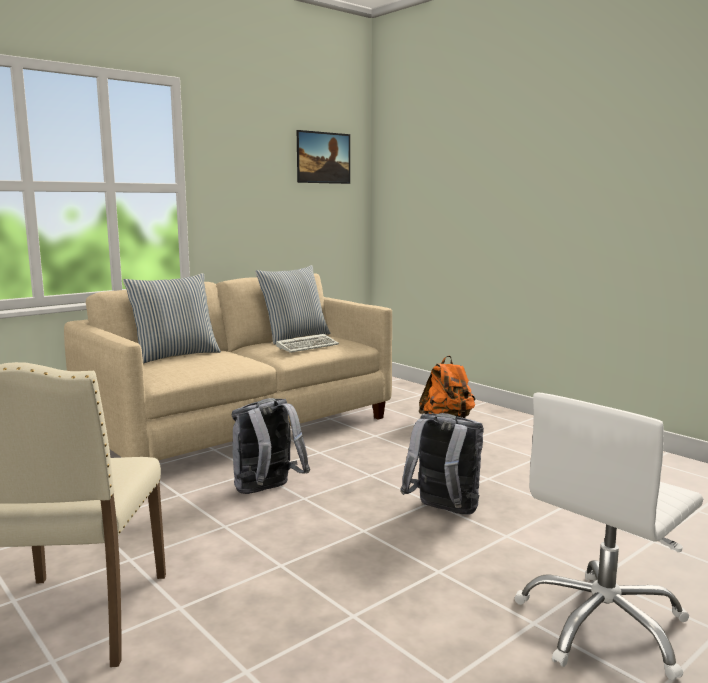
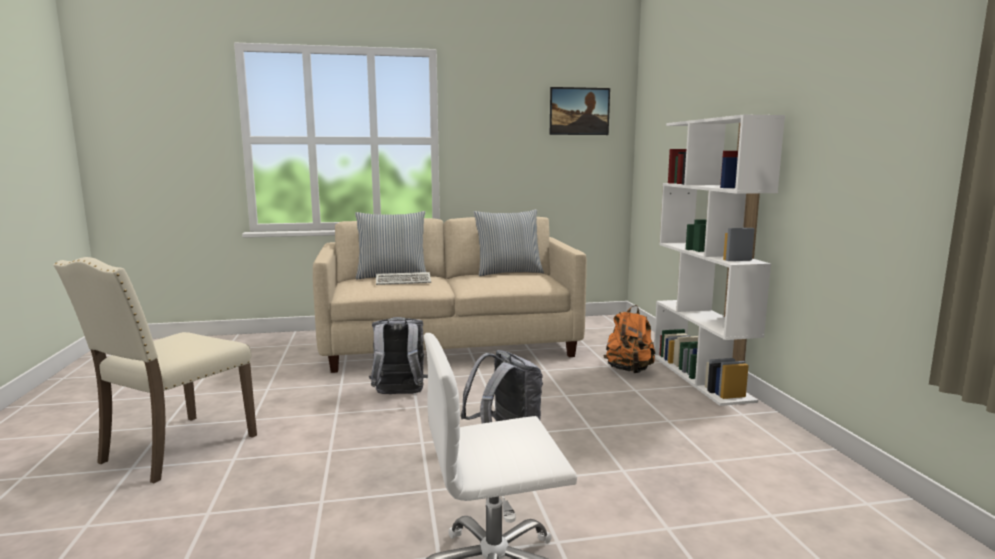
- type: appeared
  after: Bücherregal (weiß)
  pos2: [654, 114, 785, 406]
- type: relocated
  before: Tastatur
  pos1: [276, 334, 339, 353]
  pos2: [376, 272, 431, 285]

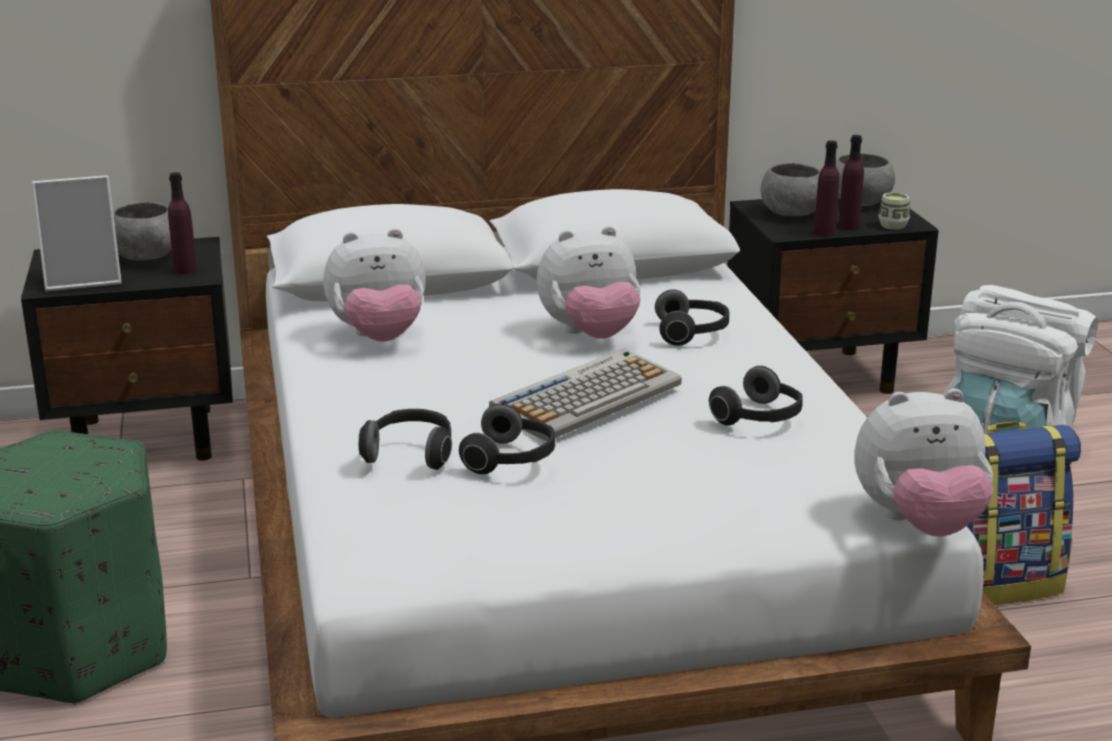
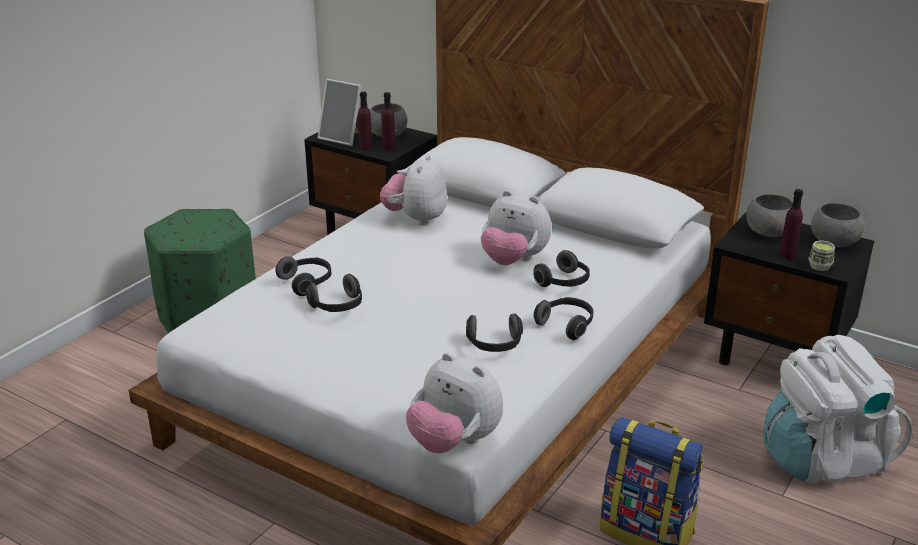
- type: missing
  before: Tastatur
  pos1: [489, 349, 682, 441]
- type: appeared
  after: Kopfhörer
  pos2: [534, 297, 593, 340]
- type: relocated
  before: Flasche (lila)
  pos1: [814, 140, 839, 237]
  pos2: [358, 91, 372, 150]
- type: spun
  before: Plüschtier
  pos1: [323, 228, 426, 342]
  pos2: [380, 155, 447, 226]
  turn: 75

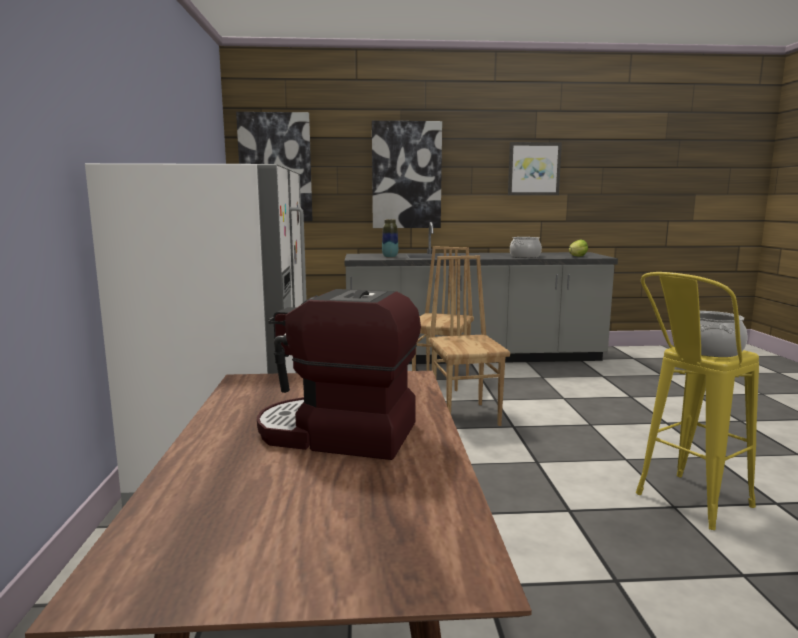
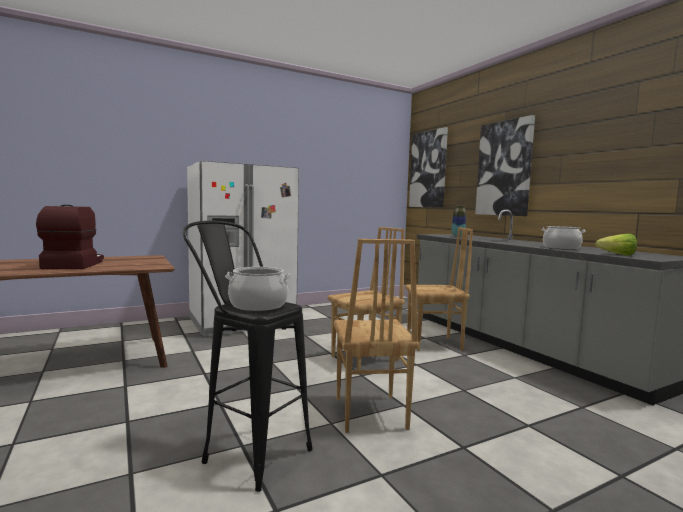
- type: missing
  before: Bild
  pos1: [508, 142, 562, 195]
- type: appeared
  after: Stuhl (braun)
  pos2: [334, 239, 420, 433]
- type: colour
  before: Hocker (gelb)
  after: Hocker (schwarz)
  pos1: [636, 272, 759, 530]
  pos2: [183, 221, 313, 492]

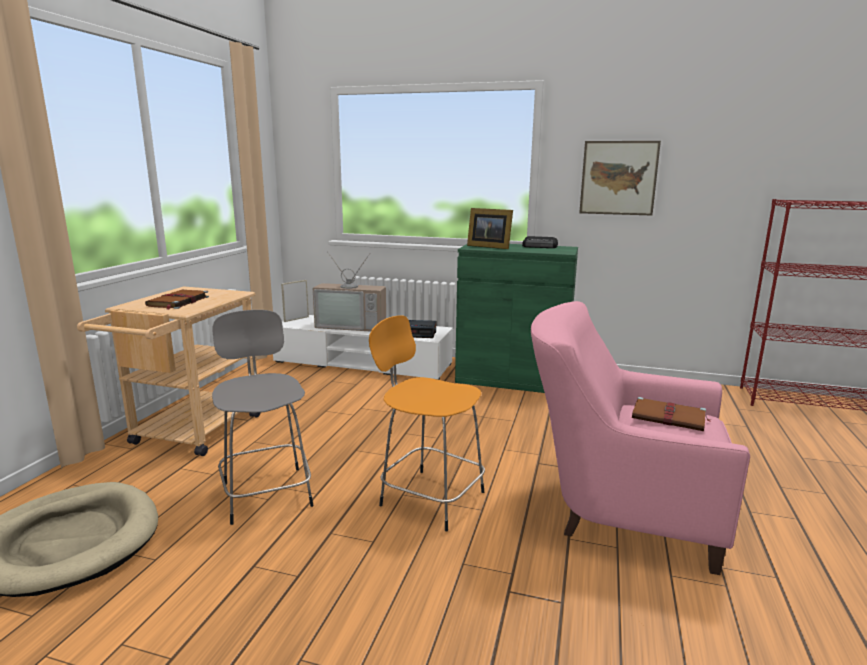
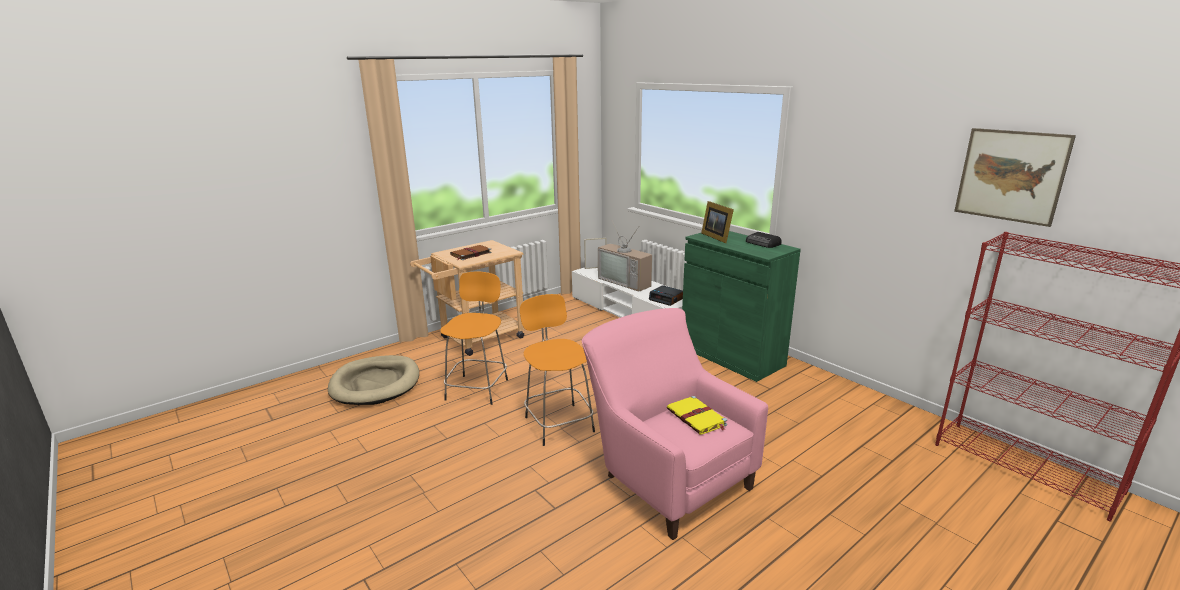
- type: relocated
  before: Bild
  pos1: [579, 141, 661, 216]
  pos2: [954, 128, 1076, 227]
- type: colour
  before: Hocker (grau)
  after: Hocker (orange)
  pos1: [212, 310, 313, 525]
  pos2: [440, 271, 508, 405]
- type: colour
  before: Buch (braun)
  after: Buch (gelb)
  pos1: [632, 397, 710, 431]
  pos2: [667, 396, 727, 435]

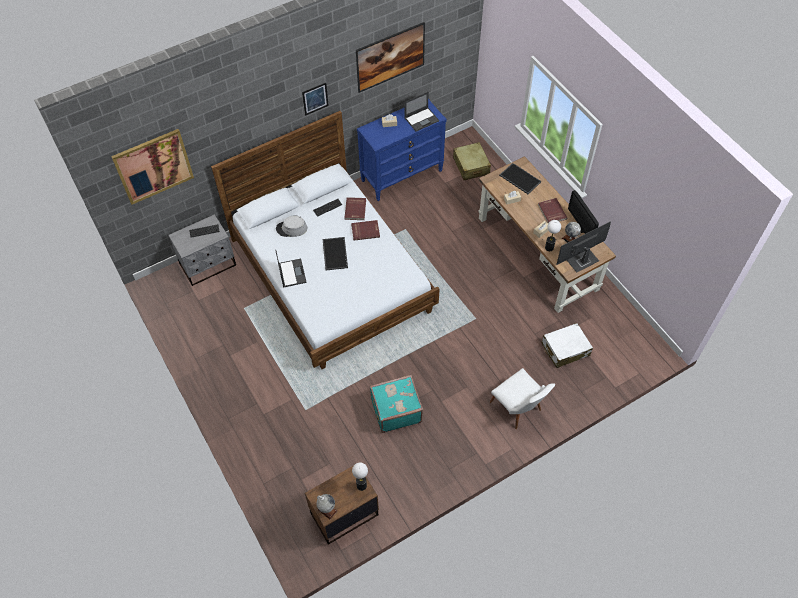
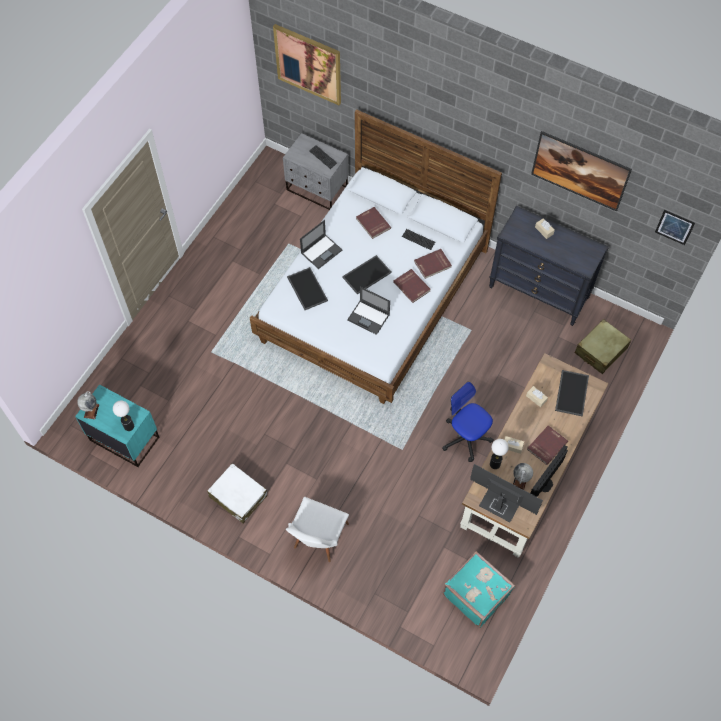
- type: appeared
  after: Tablett
  pos2: [287, 267, 328, 310]
- type: appeared
  after: Bürostuhl
  pos2: [442, 382, 493, 462]
- type: relocated
  before: Bild
  pos1: [302, 82, 329, 116]
  pos2: [655, 210, 695, 245]
- type: relocated
  before: Koffer (türkis)
  pos1: [370, 375, 423, 433]
  pos2: [443, 551, 515, 628]
- type: relocated
  before: Laptop
  pos1: [404, 92, 439, 132]
  pos2: [347, 286, 390, 335]
- type: relocated
  before: Koffer (weiß)
  pos1: [541, 323, 593, 368]
  pos2: [207, 463, 267, 524]
- type: exchanged
  before: Hut (grau)
  after: Buch (rot)
  pos1: [276, 216, 307, 237]
  pos2: [356, 207, 391, 239]
- type: colour
  before: Nachttisch (braun)
  after: Nachttisch (türkis)
  pos1: [305, 466, 379, 545]
  pos2: [75, 385, 159, 467]
- type: colour
  before: Kommode (blau)
  after: Kommode (schwarz)
  pos1: [357, 98, 447, 201]
  pos2: [489, 206, 609, 326]

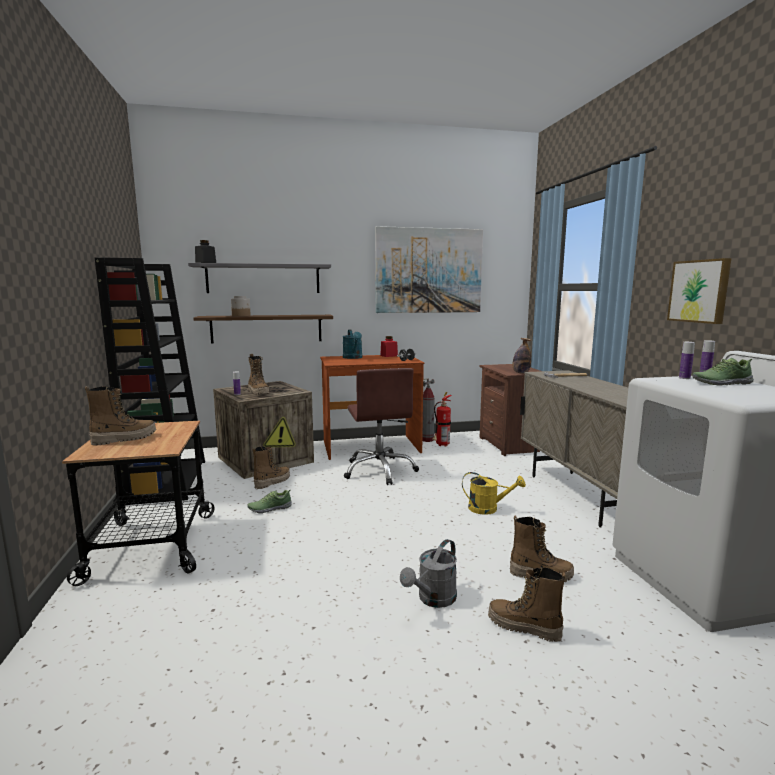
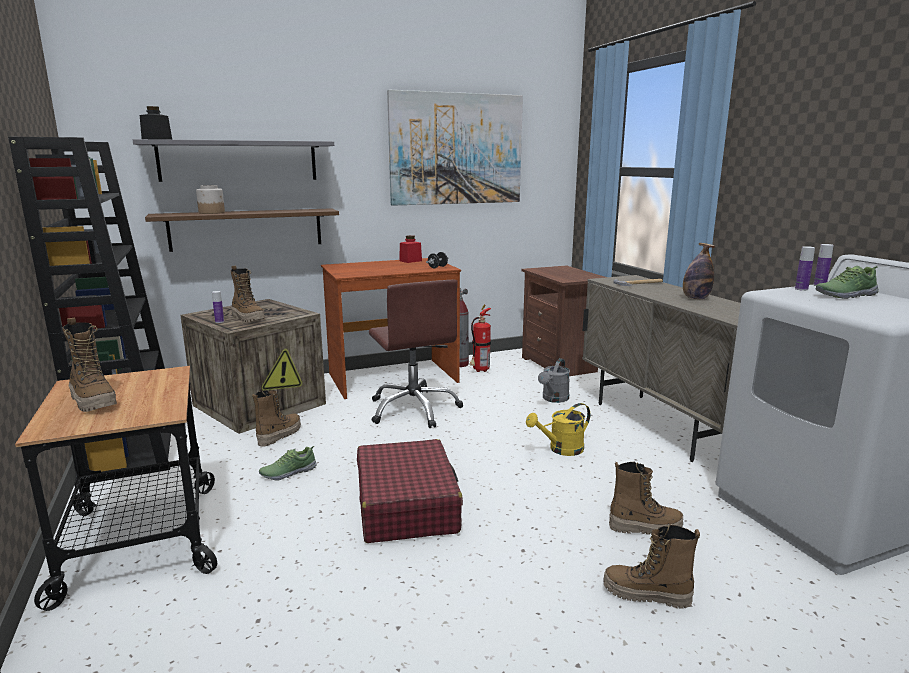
- type: missing
  before: Gießkanne (türkis)
  pos1: [342, 329, 362, 359]
- type: missing
  before: Bild
  pos1: [667, 258, 731, 324]
- type: appeared
  after: Koffer (rot)
  pos2: [357, 439, 463, 543]
- type: relocated
  before: Gießkanne (grau)
  pos1: [400, 539, 457, 608]
  pos2: [538, 358, 570, 403]
- type: relocated
  before: Flasche
  pos1: [513, 338, 531, 374]
  pos2: [683, 243, 715, 299]
- type: spun
  before: Stiefel
  pos1: [85, 386, 156, 446]
  pos2: [62, 318, 117, 412]
  turn: 90
- type: spun
  before: Gießkanne (gelb)
  pos1: [462, 472, 526, 515]
  pos2: [526, 403, 590, 456]
  turn: 150

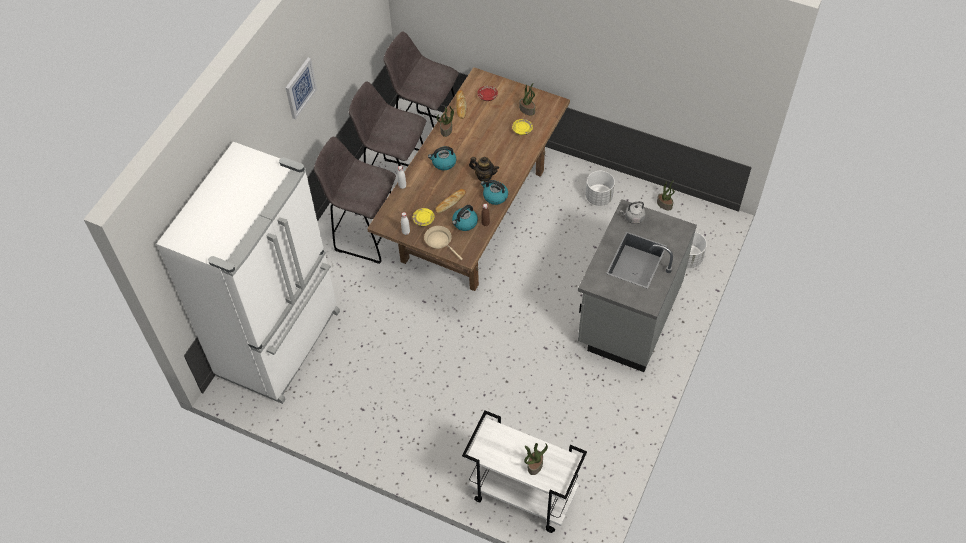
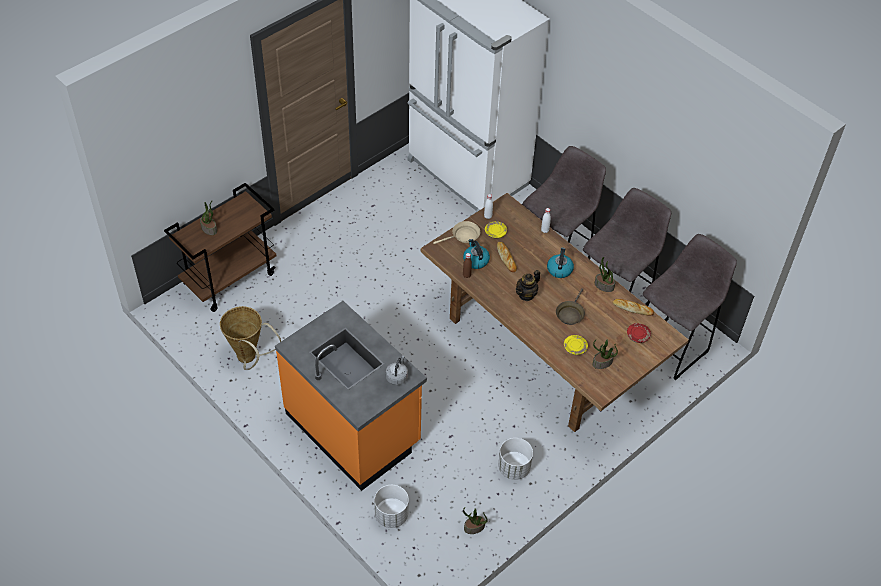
- type: missing
  before: Bild
  pos1: [285, 58, 317, 119]
- type: missing
  before: Wasserkessel
  pos1: [480, 180, 508, 205]
- type: appeared
  after: Korb
  pos2: [220, 306, 281, 370]
- type: appeared
  after: Pfanne (braun)
  pos2: [556, 288, 585, 325]
- type: colour
  before: Rollwagen (weiß)
  after: Rollwagen (braun)
  pos1: [462, 410, 587, 533]
  pos2: [164, 183, 277, 312]
- type: colour
  before: Küchenzeile (grau)
  after: Küchenzeile (orange)
  pos1: [578, 199, 697, 372]
  pos2: [275, 301, 427, 491]

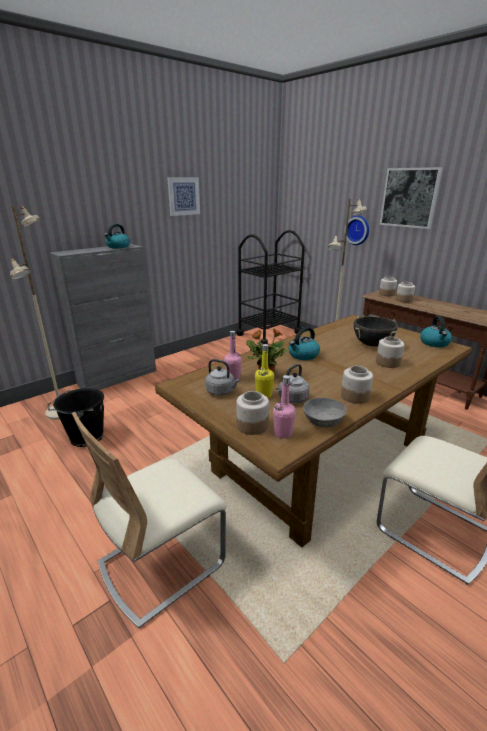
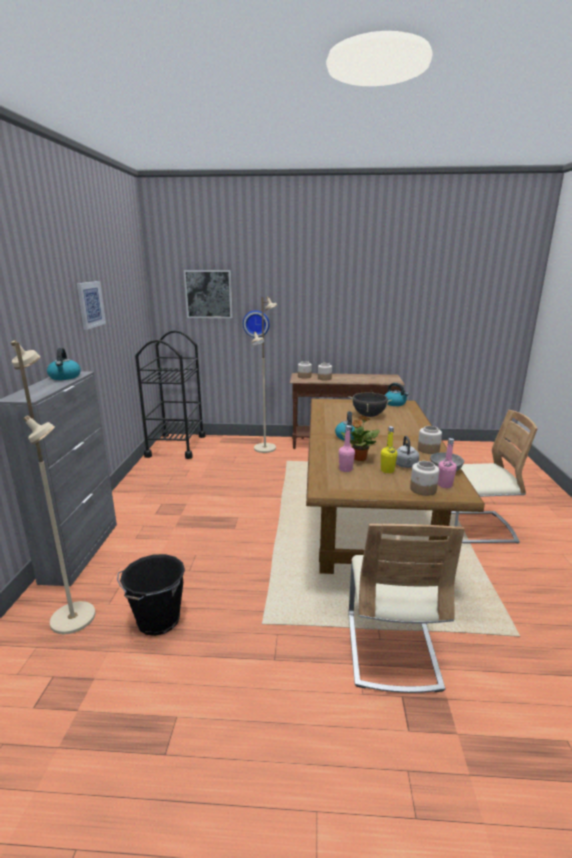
- type: missing
  before: Wasserkessel (grau)
  pos1: [205, 359, 240, 396]
- type: missing
  before: Vorratsglas
  pos1: [376, 336, 404, 368]
- type: relocated
  before: Bild
  pos1: [379, 167, 443, 229]
  pos2: [184, 270, 233, 318]

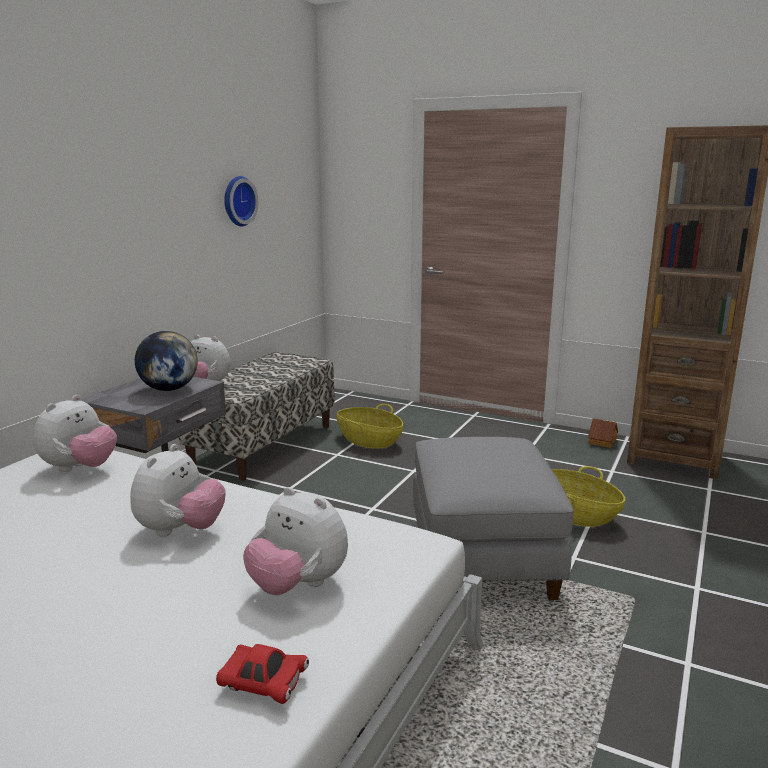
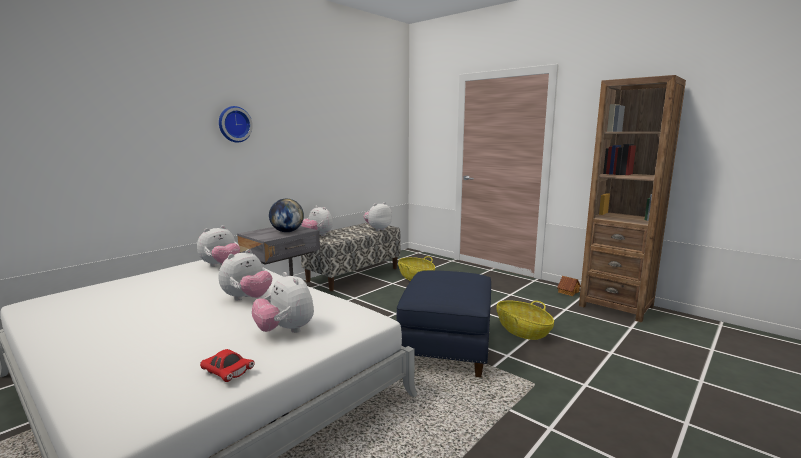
- type: appeared
  after: Plüschtier
  pos2: [364, 202, 392, 231]
- type: relocated
  before: Wanduhr
  pos1: [224, 176, 258, 226]
  pos2: [219, 106, 253, 142]
- type: colour
  before: Polsterhocker (grau)
  after: Polsterhocker (blau)
  pos1: [413, 437, 574, 600]
  pos2: [397, 270, 491, 377]

